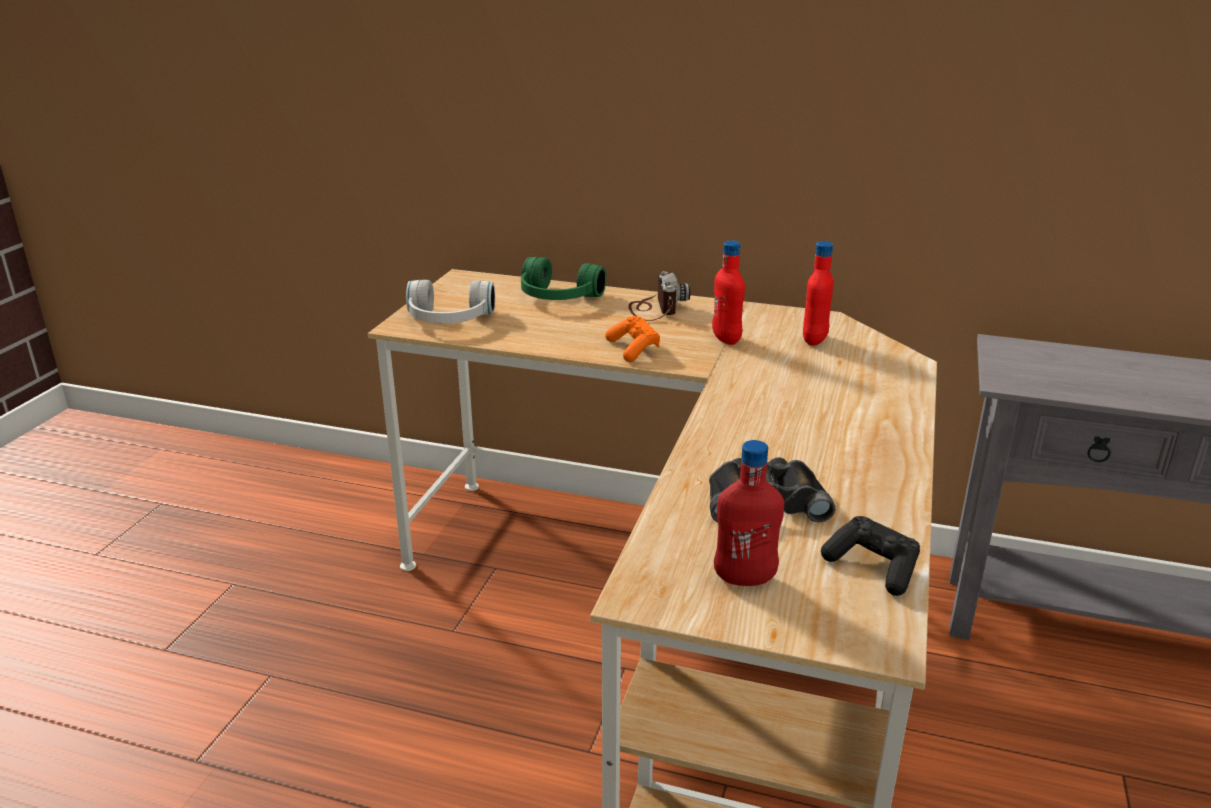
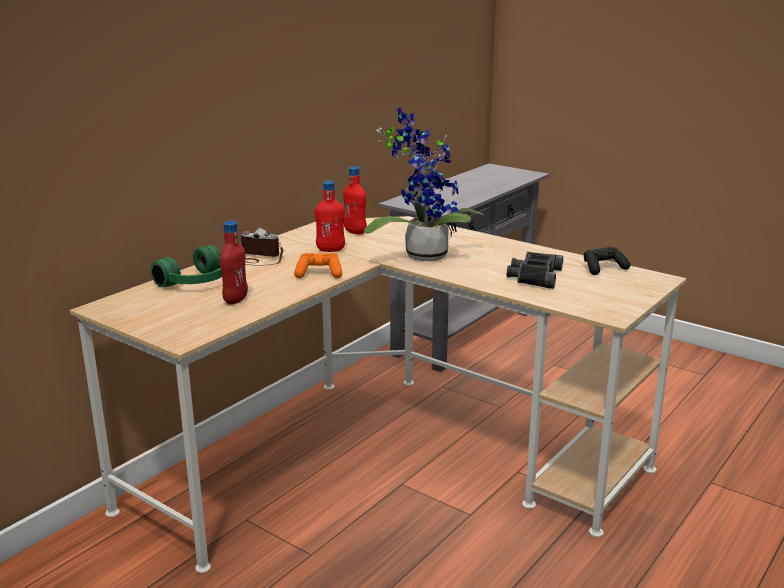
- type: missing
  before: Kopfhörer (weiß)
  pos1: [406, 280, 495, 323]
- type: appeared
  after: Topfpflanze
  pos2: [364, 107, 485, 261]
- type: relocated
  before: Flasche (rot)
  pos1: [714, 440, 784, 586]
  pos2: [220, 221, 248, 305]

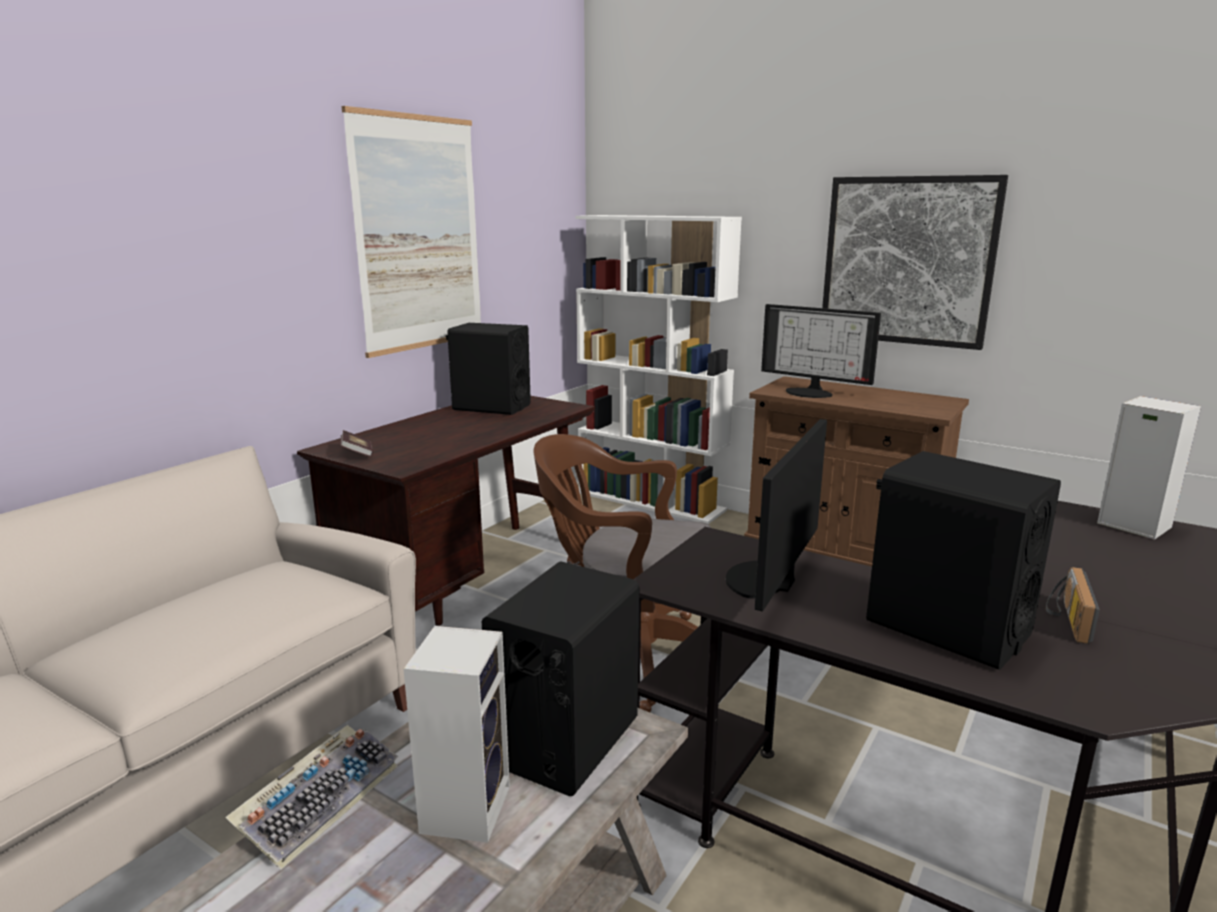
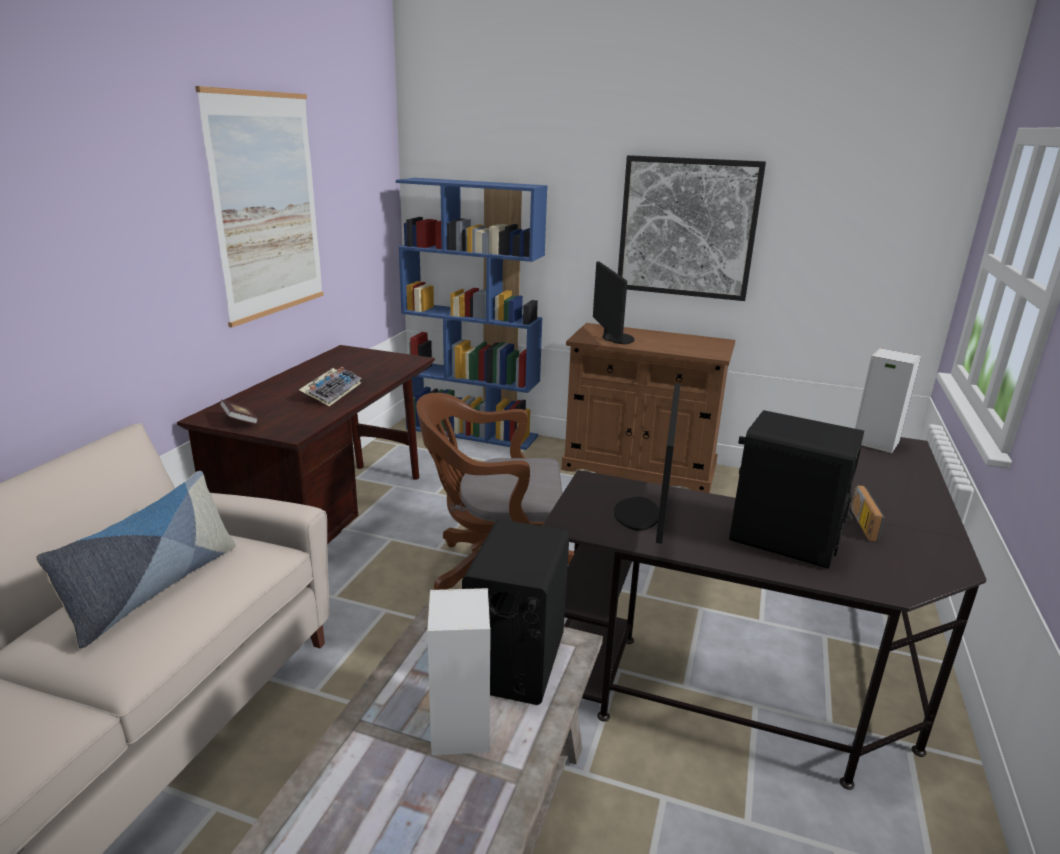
- type: missing
  before: Lautsprecher (schwarz)
  pos1: [446, 323, 531, 415]
- type: appeared
  after: Kissen
  pos2: [36, 471, 236, 648]
- type: relocated
  before: Tastatur
  pos1: [225, 725, 398, 870]
  pos2: [299, 367, 361, 406]
- type: colour
  before: Bücherregal (weiß)
  after: Bücherregal (blau)
  pos1: [575, 215, 742, 524]
  pos2: [396, 178, 548, 450]
- type: spun
  before: Monitor
  pos1: [761, 304, 881, 398]
  pos2: [593, 262, 634, 344]
  turn: -120

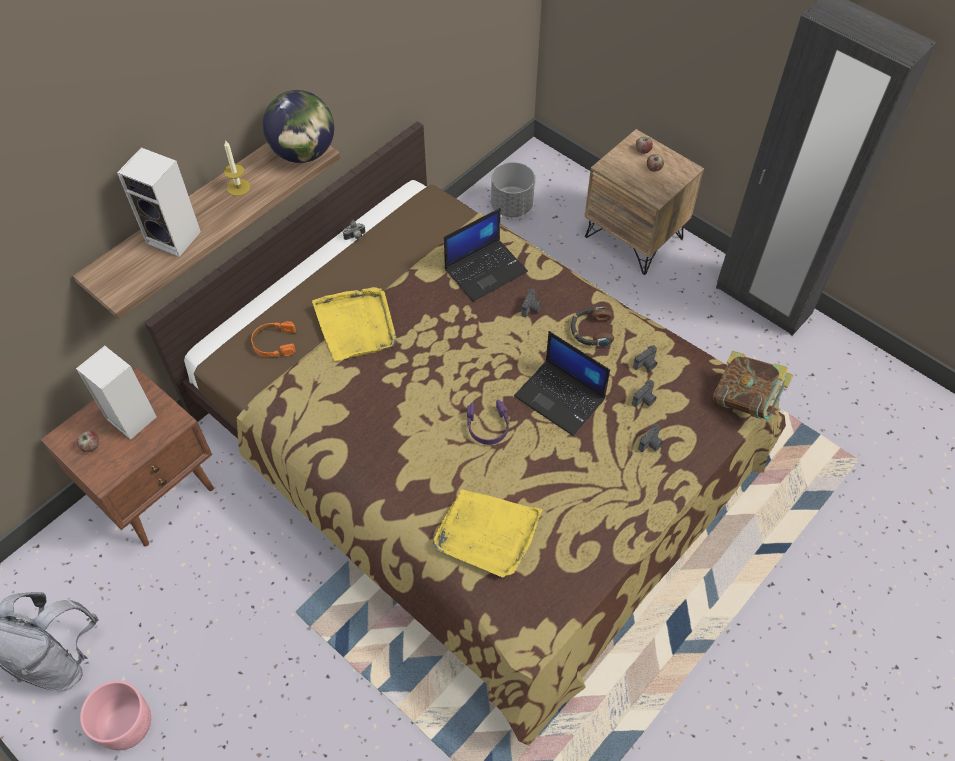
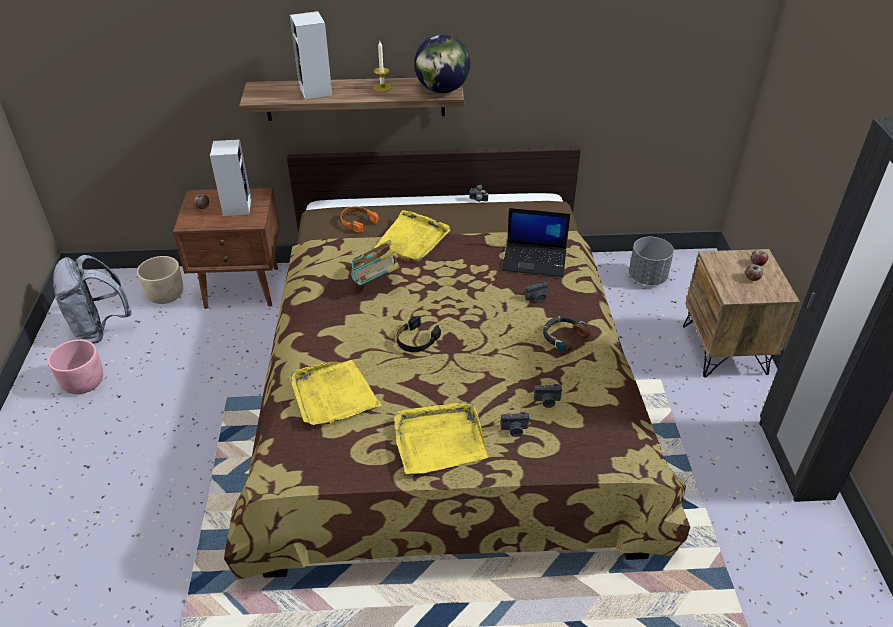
- type: missing
  before: Laptop
  pos1: [514, 331, 610, 436]
- type: missing
  before: Kamera
  pos1: [633, 345, 658, 371]
- type: appeared
  after: Pflanzkübel (beige)
  pos2: [137, 256, 183, 304]
- type: appeared
  after: Tablett (gelb)
  pos2: [394, 402, 488, 474]
- type: relocated
  before: Buch
  pos1: [713, 351, 793, 419]
  pos2: [351, 240, 399, 285]
- type: colour
  before: Kopfhörer (lila)
  after: Kopfhörer (schwarz)
  pos1: [467, 399, 509, 445]
  pos2: [397, 316, 441, 352]

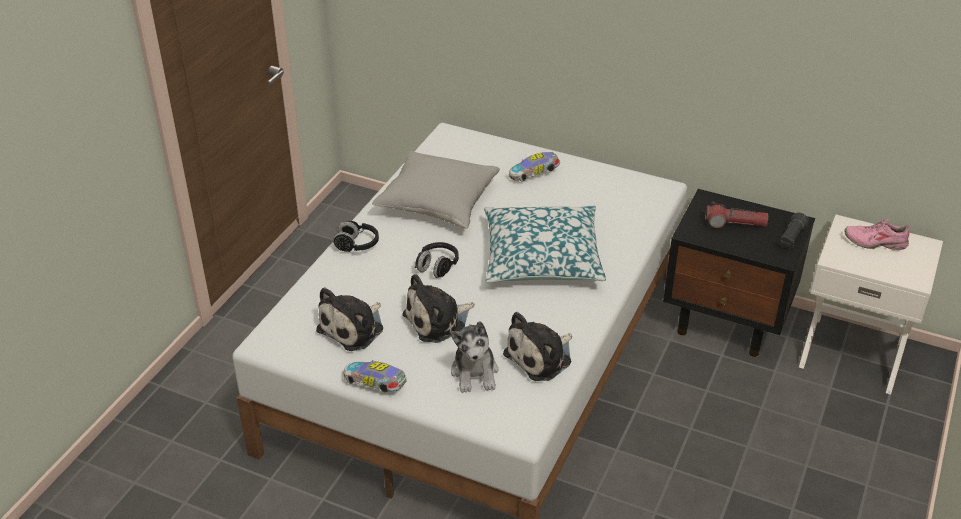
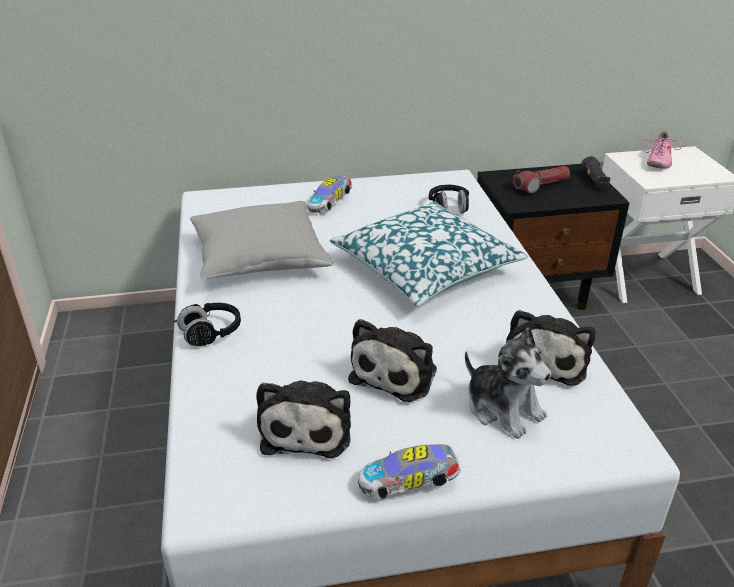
- type: relocated
  before: Kopfhörer (schwarz)
  pos1: [415, 242, 459, 278]
  pos2: [429, 185, 469, 214]
- type: spun
  before: Schuh (rosa)
  pos1: [844, 219, 910, 250]
  pos2: [642, 130, 682, 169]
  turn: -45

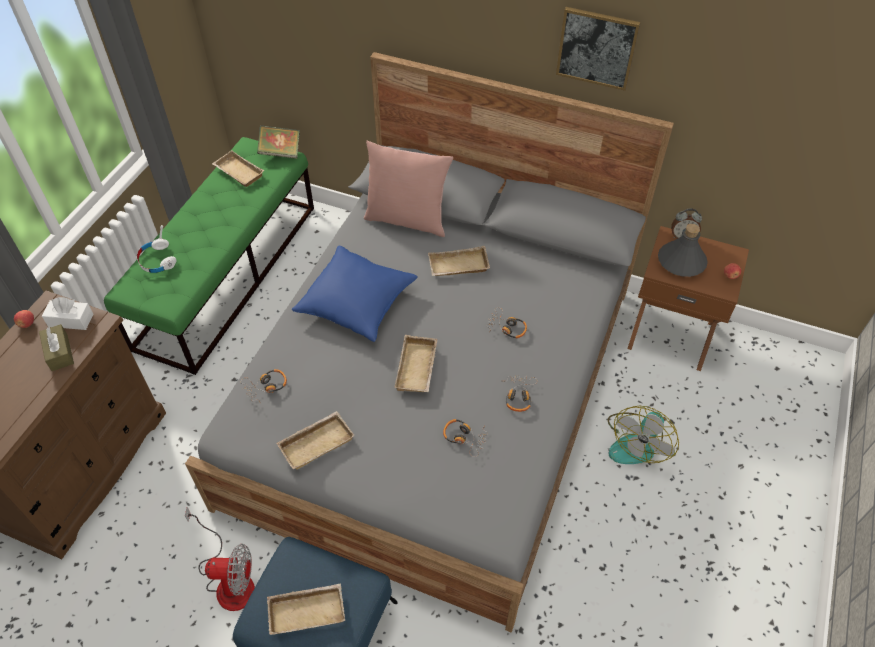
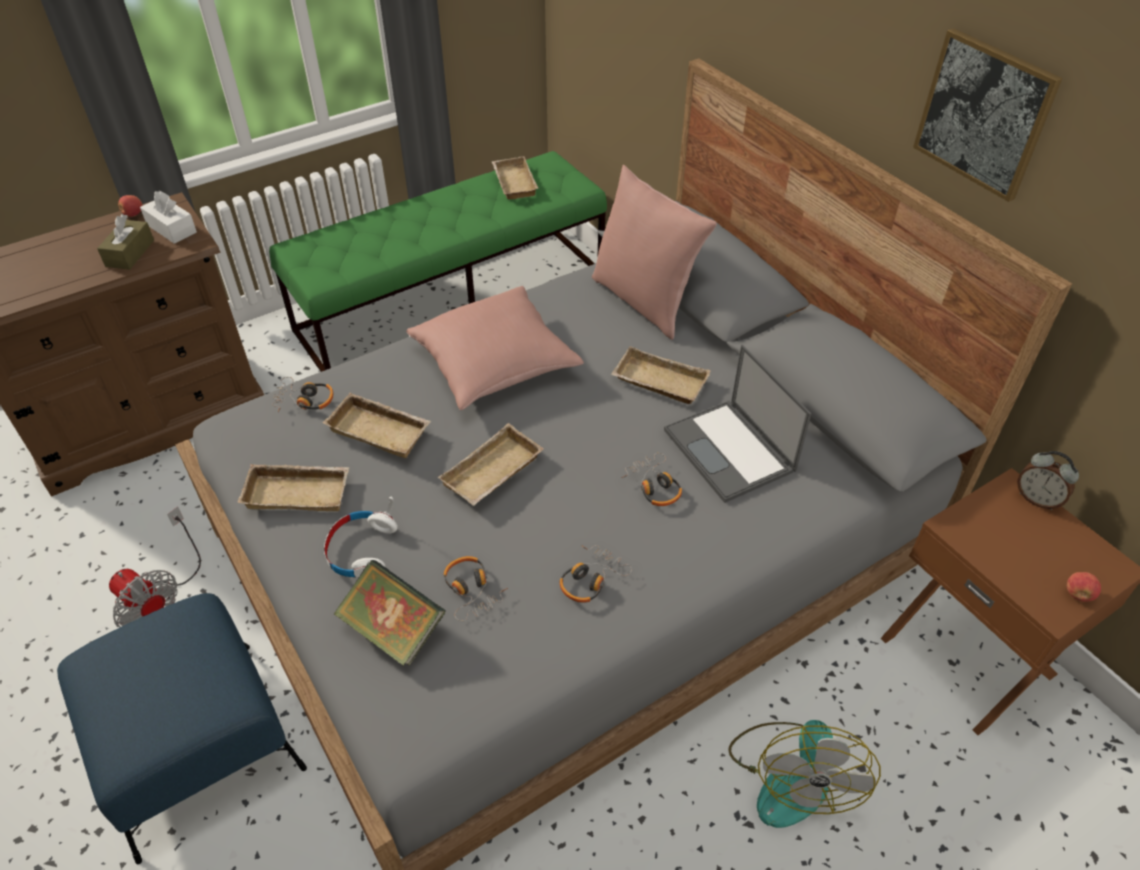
- type: missing
  before: Flasche (grau)
  pos1: [658, 224, 708, 277]
- type: appeared
  after: Laptop
  pos2: [664, 345, 812, 503]
- type: relocated
  before: Kopfhörer (weiß)
  pos1: [137, 225, 177, 273]
  pos2: [324, 497, 398, 578]
- type: relocated
  before: Buch
  pos1: [257, 125, 300, 159]
  pos2: [333, 560, 446, 666]
- type: relocated
  before: Tablett (beige)
  pos1: [267, 584, 345, 635]
  pos2: [323, 393, 431, 458]
- type: colour
  before: Kissen (blau)
  after: Kissen (rosa)
  pos1: [292, 246, 418, 342]
  pos2: [406, 286, 584, 410]
- type: spun
  before: Ventilator
  pos1: [608, 406, 679, 464]
  pos2: [728, 720, 881, 828]
  turn: -60

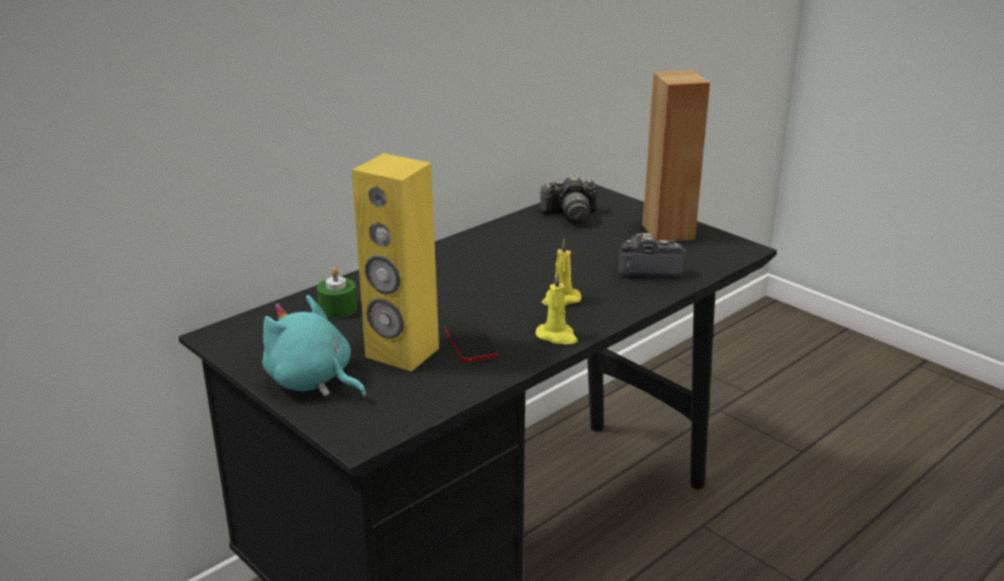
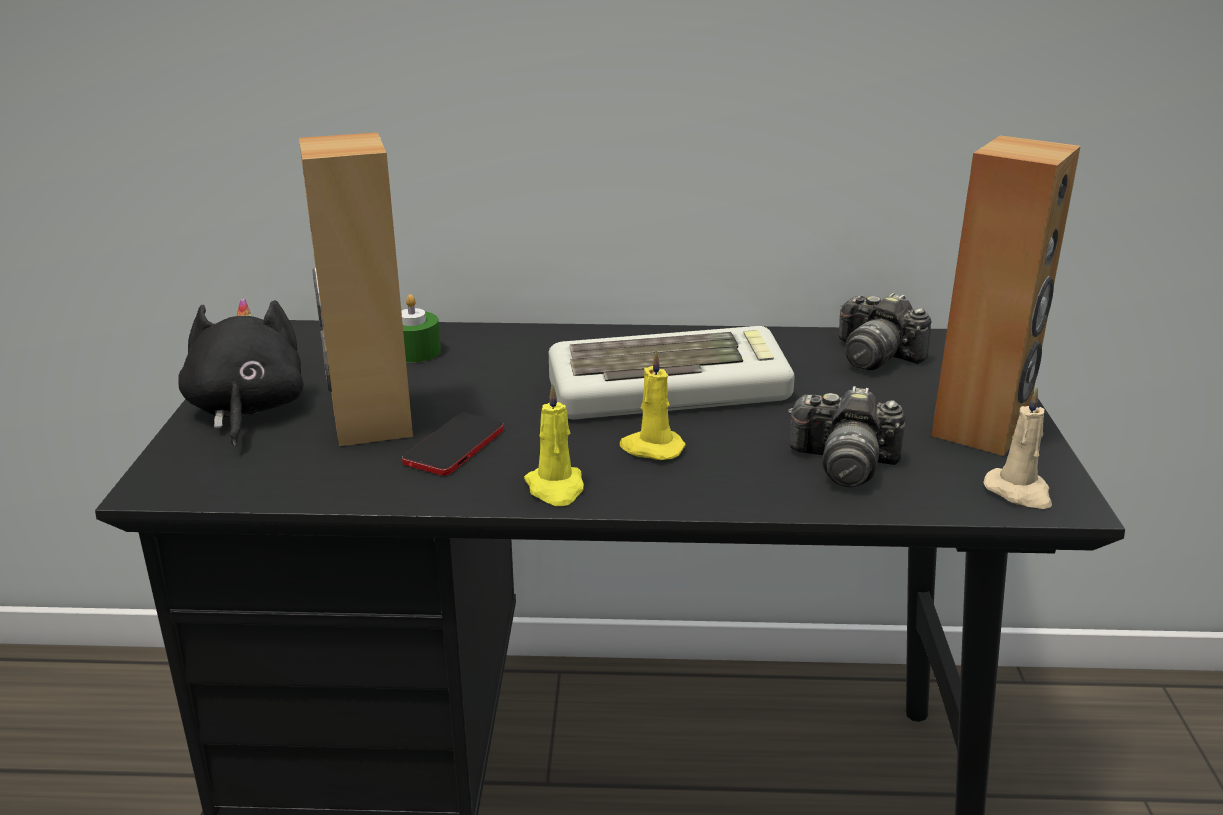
- type: appeared
  after: Tastatur
  pos2: [549, 326, 795, 419]
- type: appeared
  after: Kerze (beige)
  pos2: [983, 387, 1052, 509]
- type: colour
  before: Plüschtier (türkis)
  after: Plüschtier (schwarz)
  pos1: [262, 295, 367, 398]
  pos2: [178, 299, 303, 447]
- type: colour
  before: Lautsprecher (gelb)
  after: Lautsprecher (braun)
  pos1: [352, 153, 439, 372]
  pos2: [299, 132, 413, 447]
- type: spun
  before: Kamera
  pos1: [618, 233, 686, 279]
  pos2: [788, 386, 905, 487]
  turn: 150

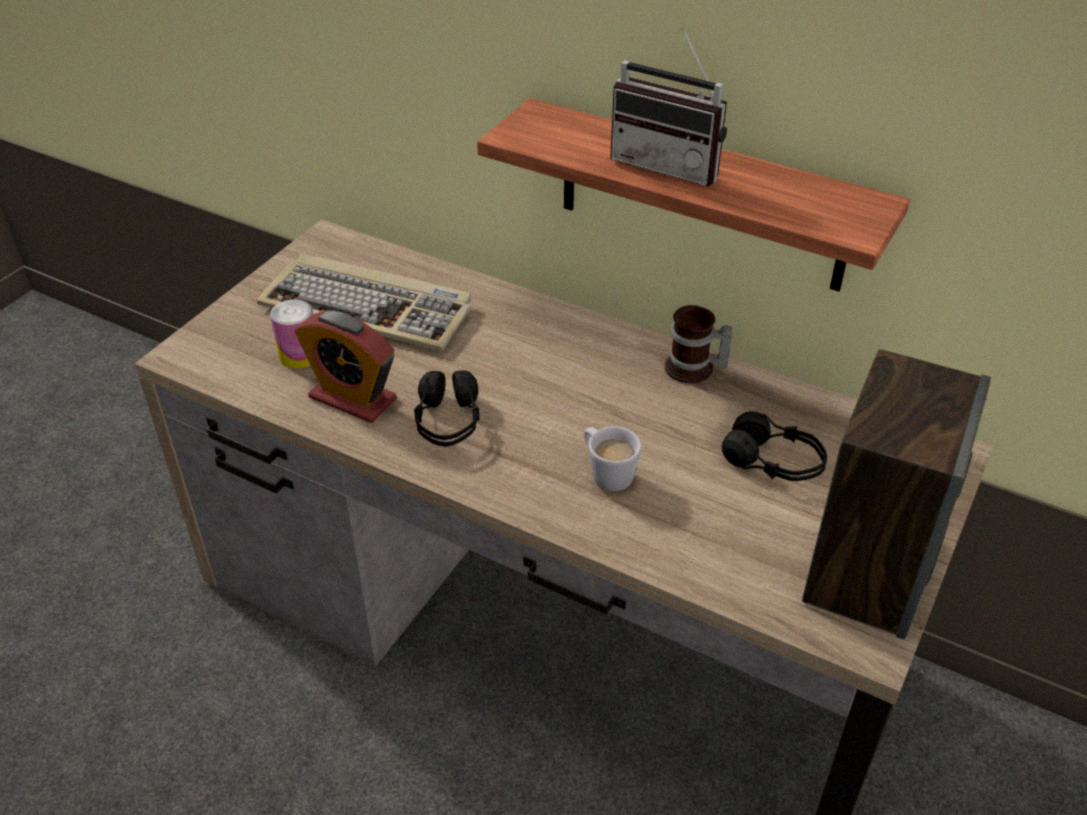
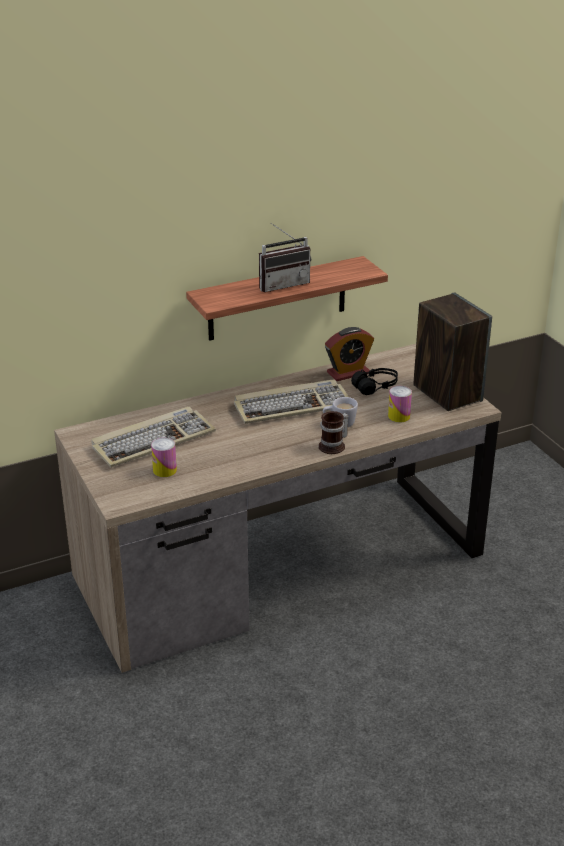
- type: missing
  before: Kopfhörer (schwarz)
  pos1: [414, 371, 479, 447]
- type: appeared
  after: Tastatur
  pos2: [234, 380, 349, 424]
- type: appeared
  after: Dose
  pos2: [388, 386, 412, 422]
- type: relocated
  before: Wecker
  pos1: [294, 311, 397, 423]
  pos2: [325, 327, 374, 381]
- type: relocated
  before: Henkelbecher
  pos1: [665, 305, 732, 383]
  pos2: [318, 411, 349, 454]

